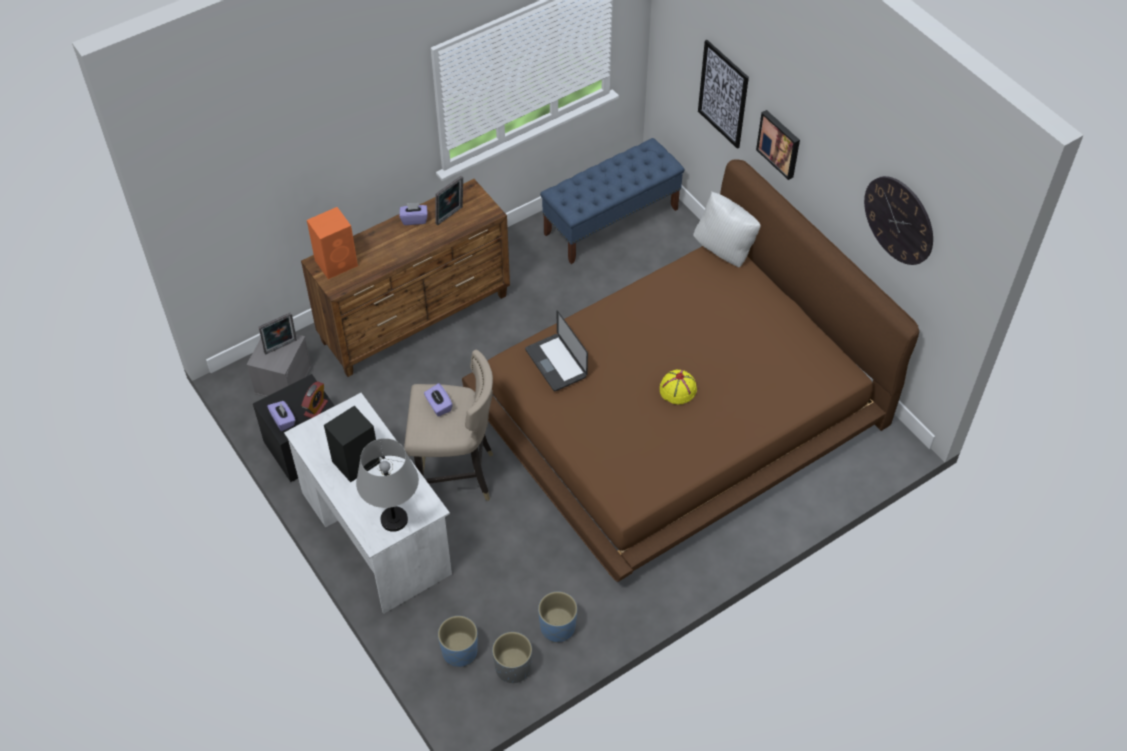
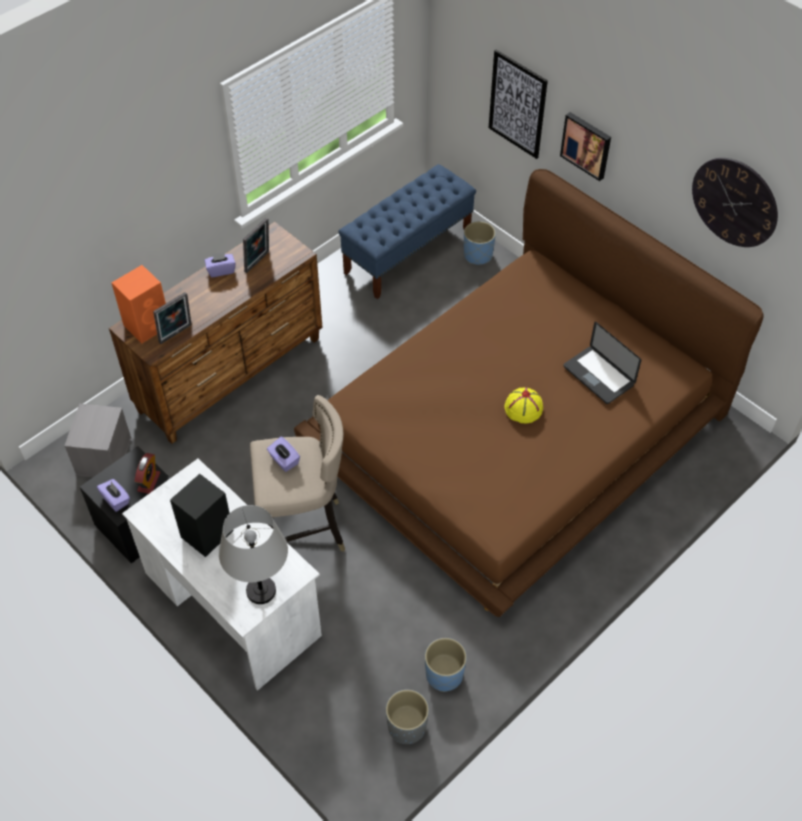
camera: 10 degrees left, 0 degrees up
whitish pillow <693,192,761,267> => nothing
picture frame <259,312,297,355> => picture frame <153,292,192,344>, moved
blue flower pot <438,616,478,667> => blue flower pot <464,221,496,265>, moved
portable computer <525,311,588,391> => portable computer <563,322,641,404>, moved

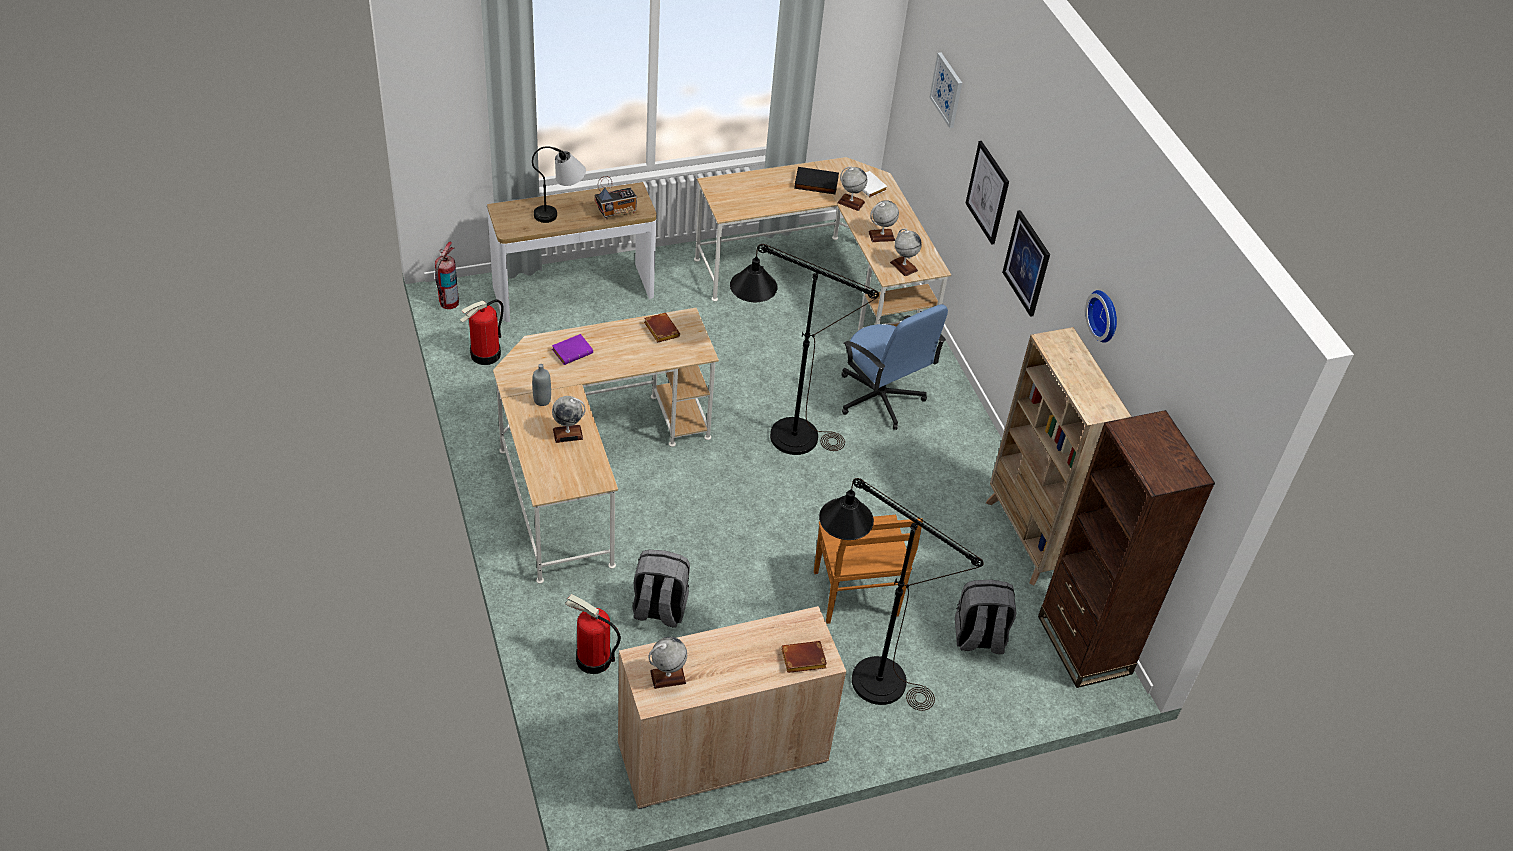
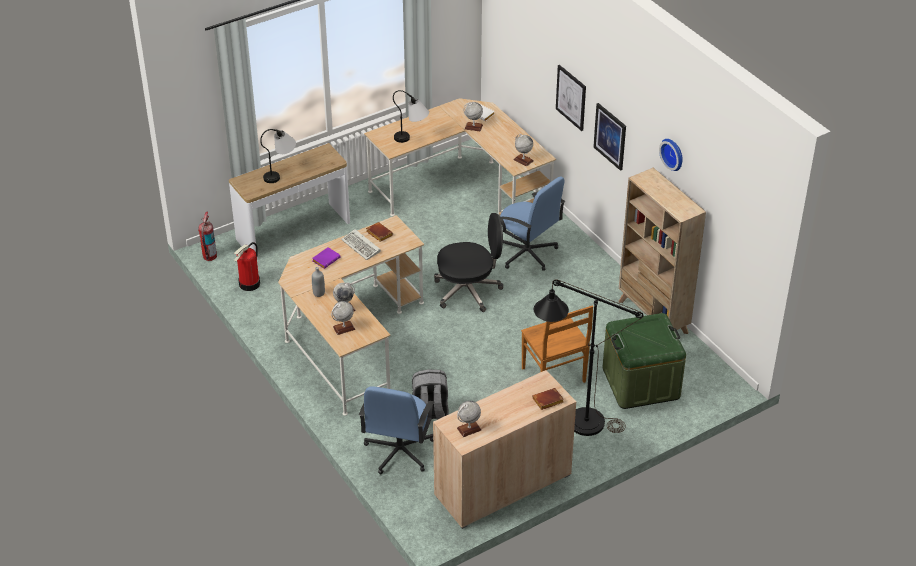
camera: 10 degrees left, 5 degrees down
radio <595,176,637,220> => nothing
black-coloured bound book <794,167,839,194> => nothing
wall picture <929,52,962,128> => nothing
brown bookshelf <1038,410,1215,688> => nothing
nothing => keyboard <341,229,381,260>
nothing => tabletop lamp <393,90,429,143>
world globe <868,200,899,242> => world globe <331,301,355,335>, moved
extinguisher <565,594,621,674> => blue desk chair <359,386,434,474>
black-coloured standing lamp <730,244,879,455> => black-coloured desk chair <434,213,503,312>
grey backpack <955,580,1017,654> => green storage container <603,313,686,409>

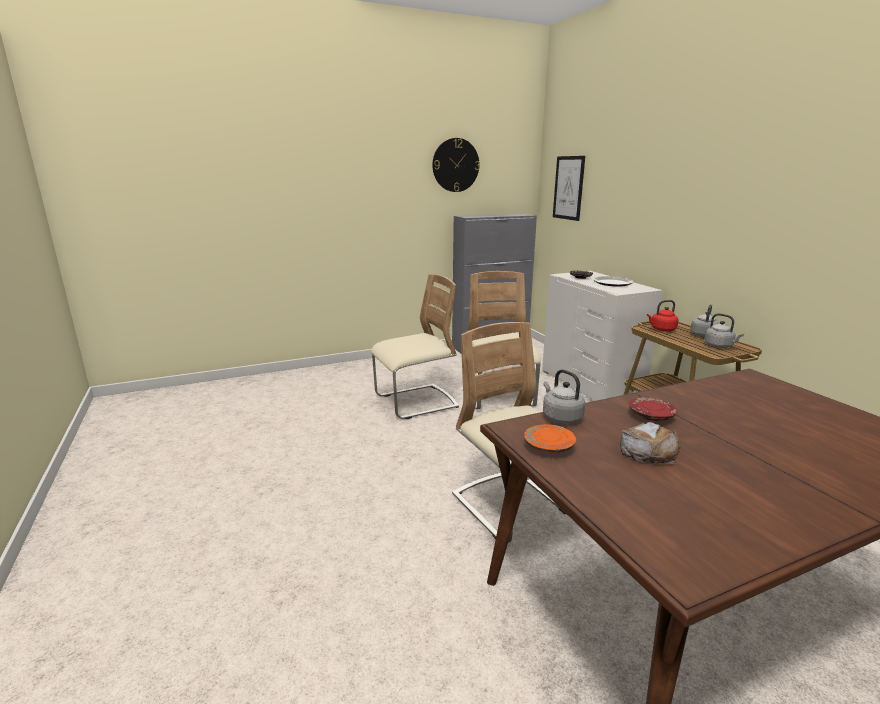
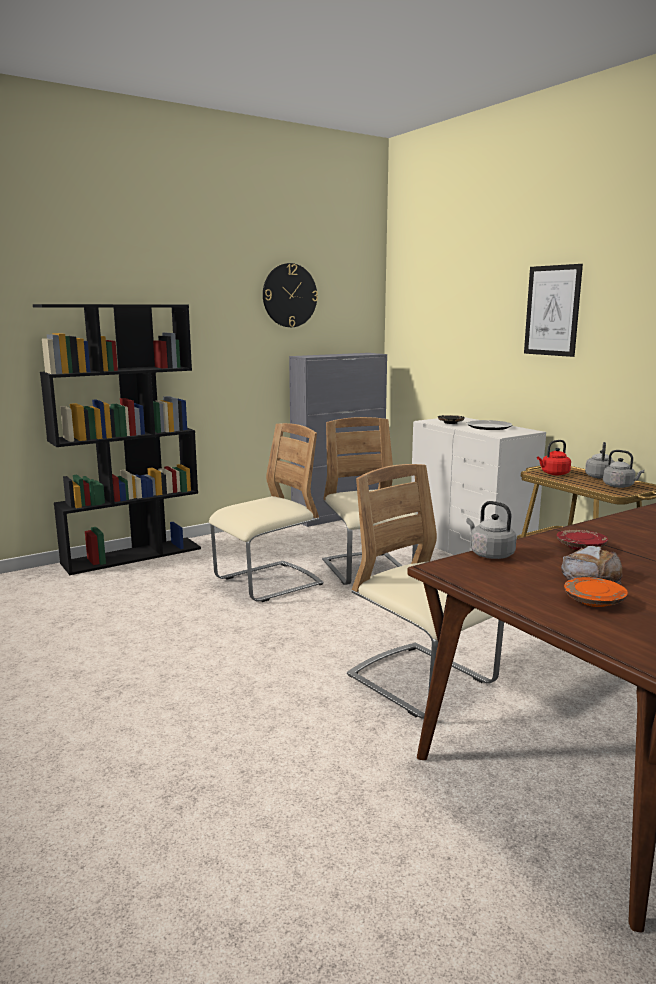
camera: 10 degrees left, 5 degrees down
nothing => black-coloured bookshelf <33,304,201,575>
orange-coloured dinner plate <524,424,576,453> => orange-coloured dinner plate <564,577,628,607>, moved
wall picture <553,156,585,221> => wall picture <524,264,583,357>, moved

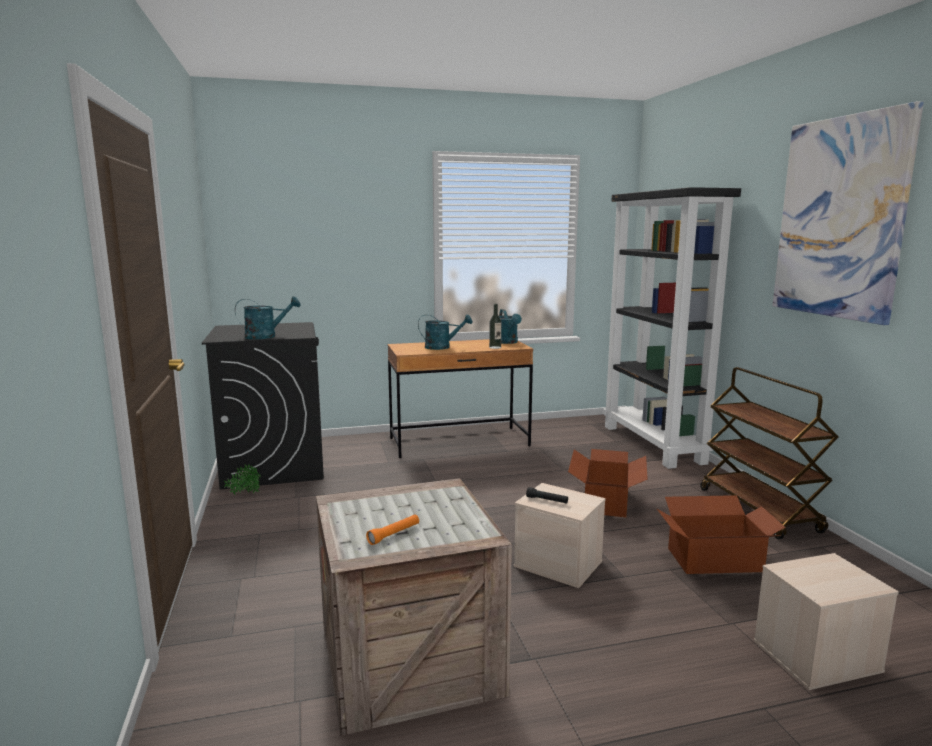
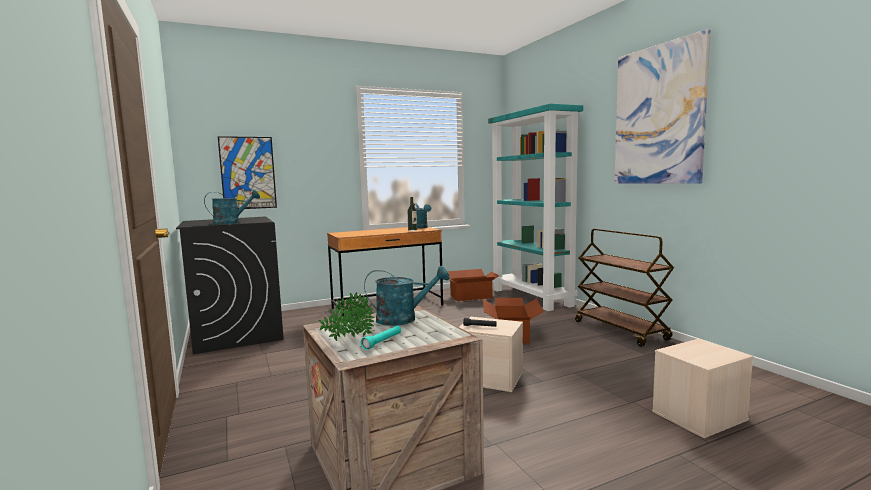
camera: 10 degrees left, 5 degrees down
nothing => wall picture <218,136,277,209>
plant in a pot <224,464,261,495> => plant in a pot <319,292,375,341>, moved
turquoise-coloured sprinkling can <418,314,473,350> => turquoise-coloured sprinkling can <364,266,449,326>, moved
carton <657,495,786,574> => carton <448,269,499,301>, moved
orange-coloured flashlight <366,514,419,545> => turquoise-coloured flashlight <361,326,401,350>
black-coloured bookshelf <603,187,741,469> => turquoise-coloured bookshelf <488,104,583,311>

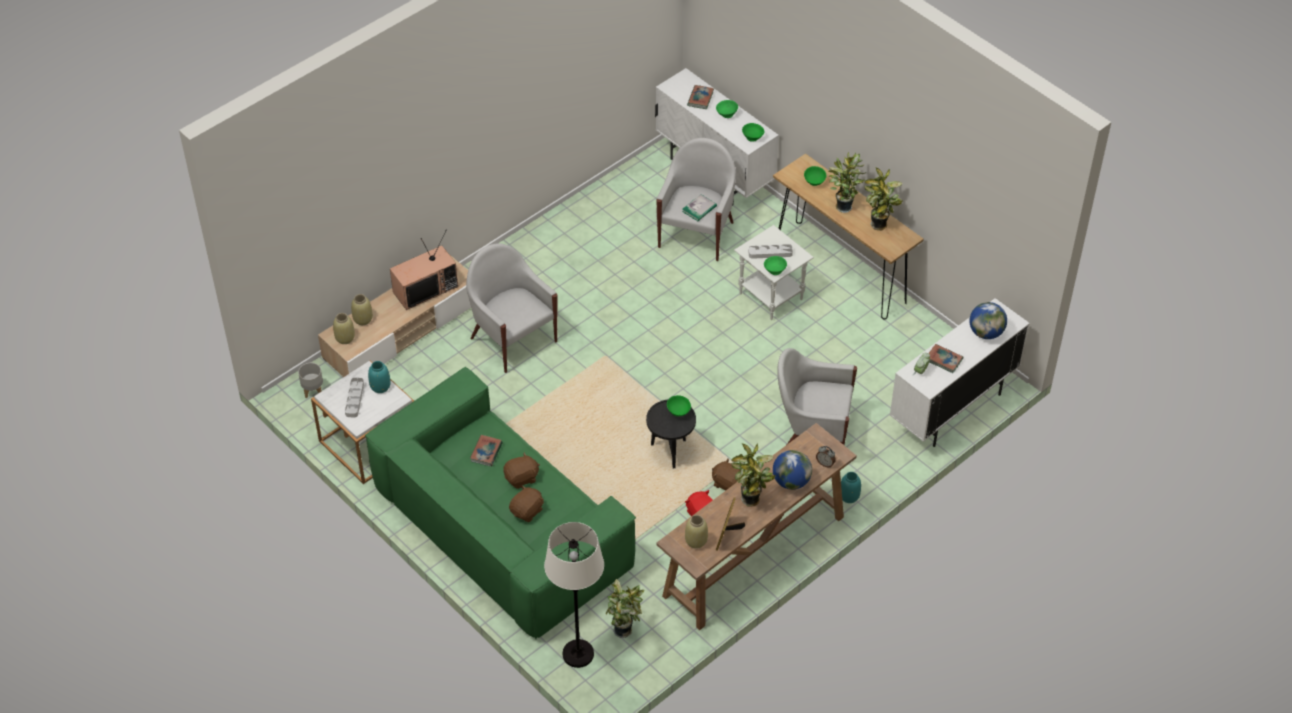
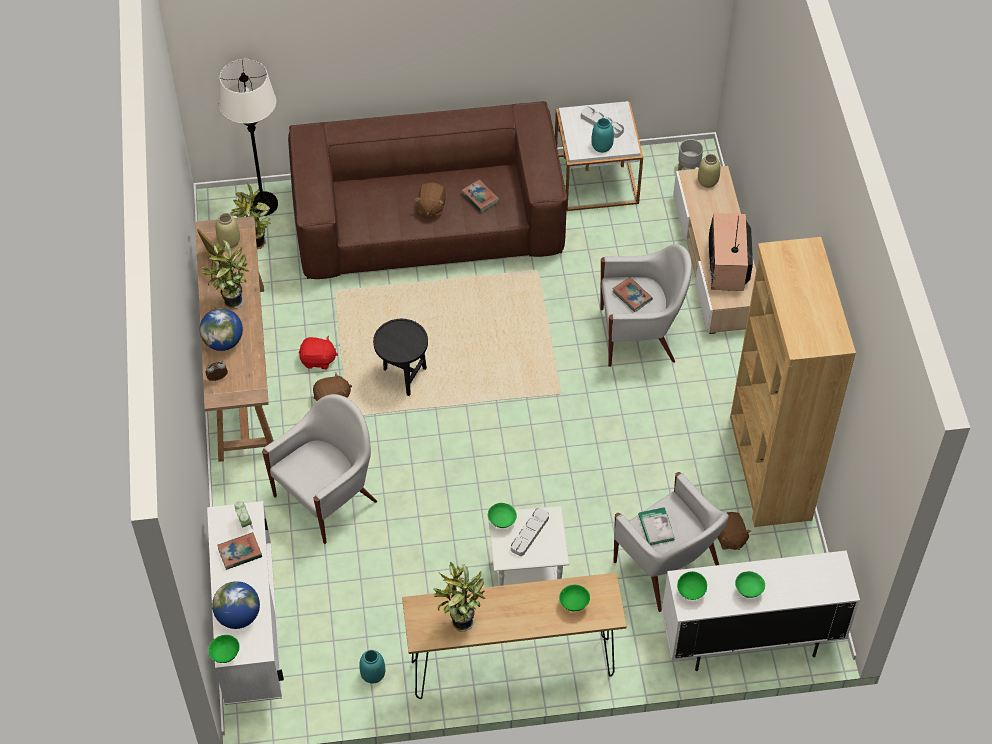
camera: 125 degrees right, 5 degrees up
beige-coloured flower vase <351,294,373,325> => nothing
plant in a pot <828,152,867,213> => nothing
nothing => brown bookshelf <730,237,856,527>
brown plush toy <509,485,544,522> => brown plush toy <717,512,751,550>, moved
green deep dish <667,395,691,416> => green deep dish <208,635,240,663>, moved
bound book <687,85,714,109> => bound book <612,277,653,312>, moved
turquoise-coloured flower vase <841,472,861,503> => turquoise-coloured flower vase <359,650,385,684>, moved
green couch <365,367,636,640> => brown couch <288,101,567,279>

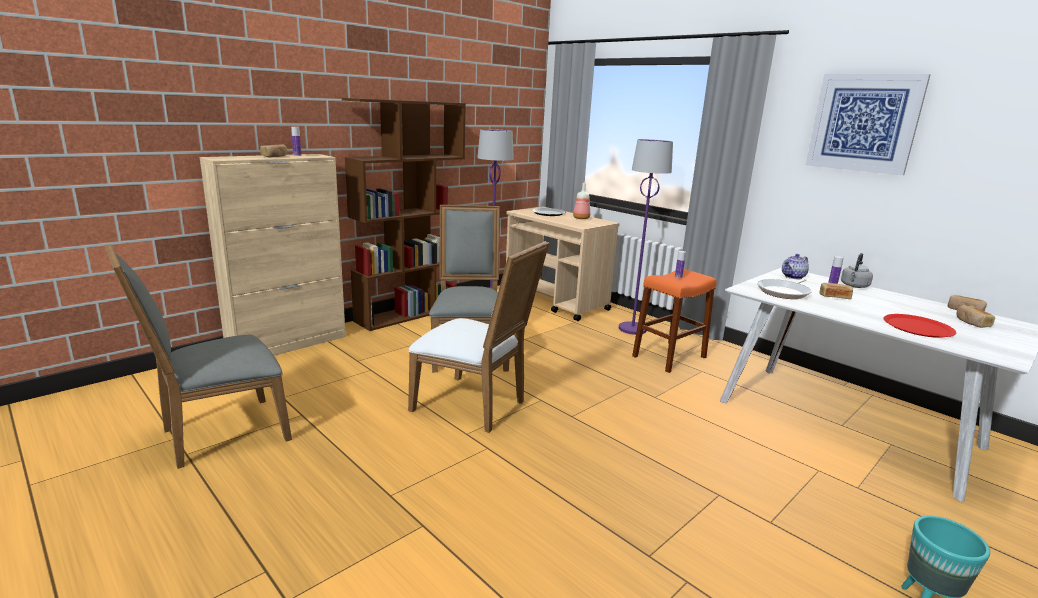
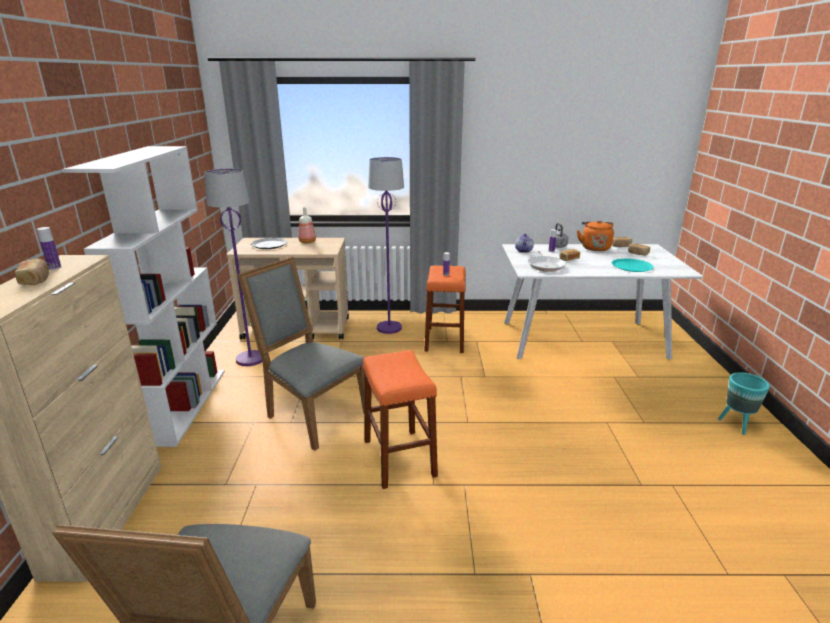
camera: 45 degrees left, 5 degrees up
wall picture <806,74,931,176> => nothing
nothing => orange-coloured tea kettle <577,221,614,251>
whitish upright chair <408,241,549,433> => orange-coloured stool <363,350,438,489>
brown bookshelf <342,98,466,331> => whitish bookshelf <62,146,225,447>
reddish dinner plate <883,314,956,338> => turquoise-coloured dinner plate <612,258,654,272>

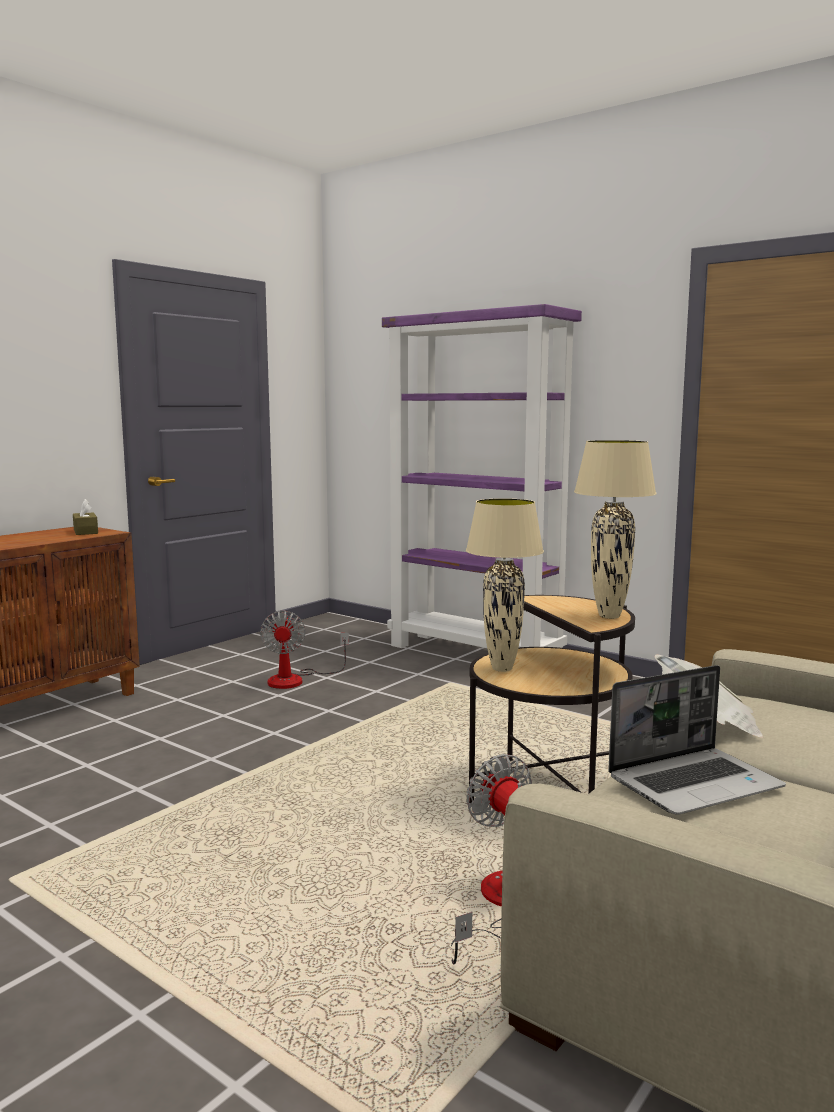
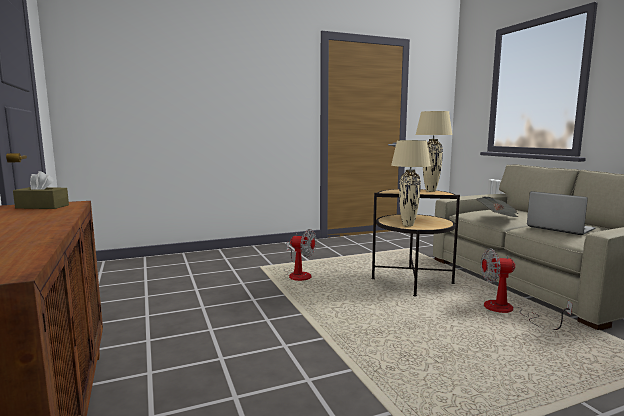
camera: 60 degrees left, 0 degrees up
purplish bookshelf <382,304,582,648> => nothing
fan <260,611,349,689> => fan <285,229,317,281>, moved
portable computer <608,665,786,815> => portable computer <527,191,595,235>, 45 degrees counterclockwise

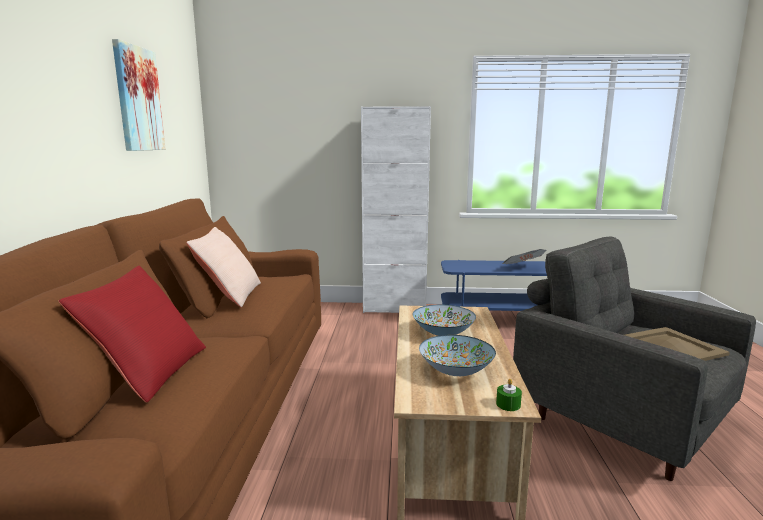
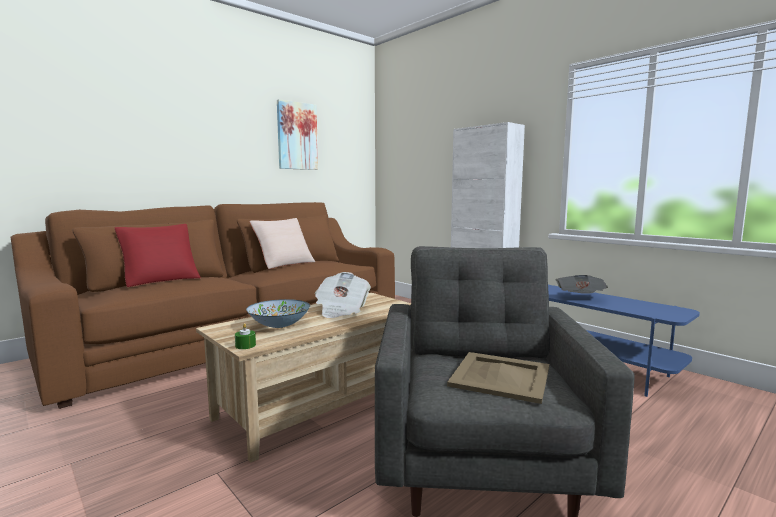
camera: 45 degrees right, 5 degrees down
deep dish <412,305,476,336> => daily paper <315,272,371,318>

